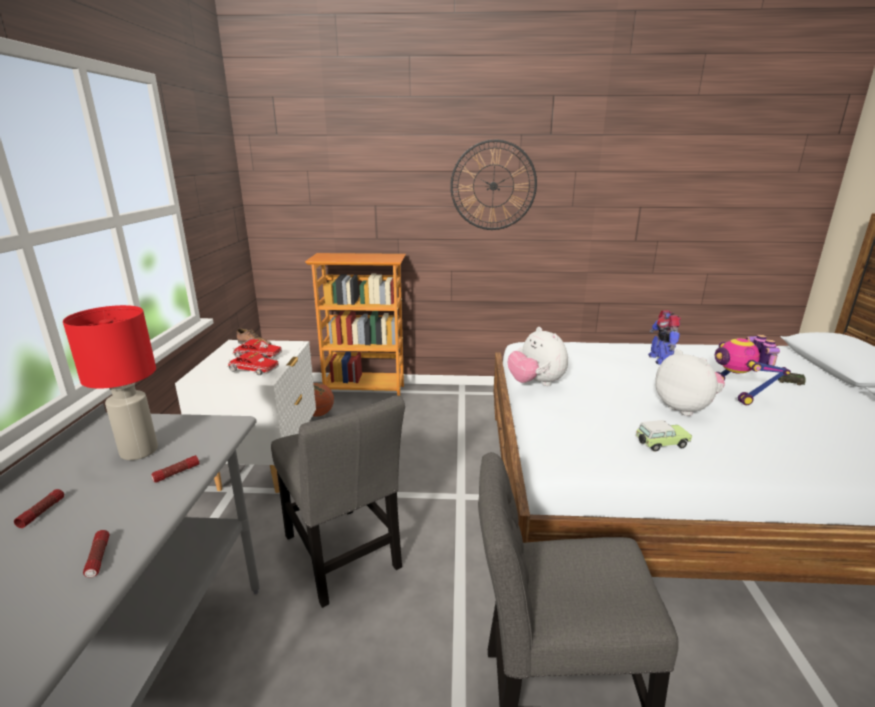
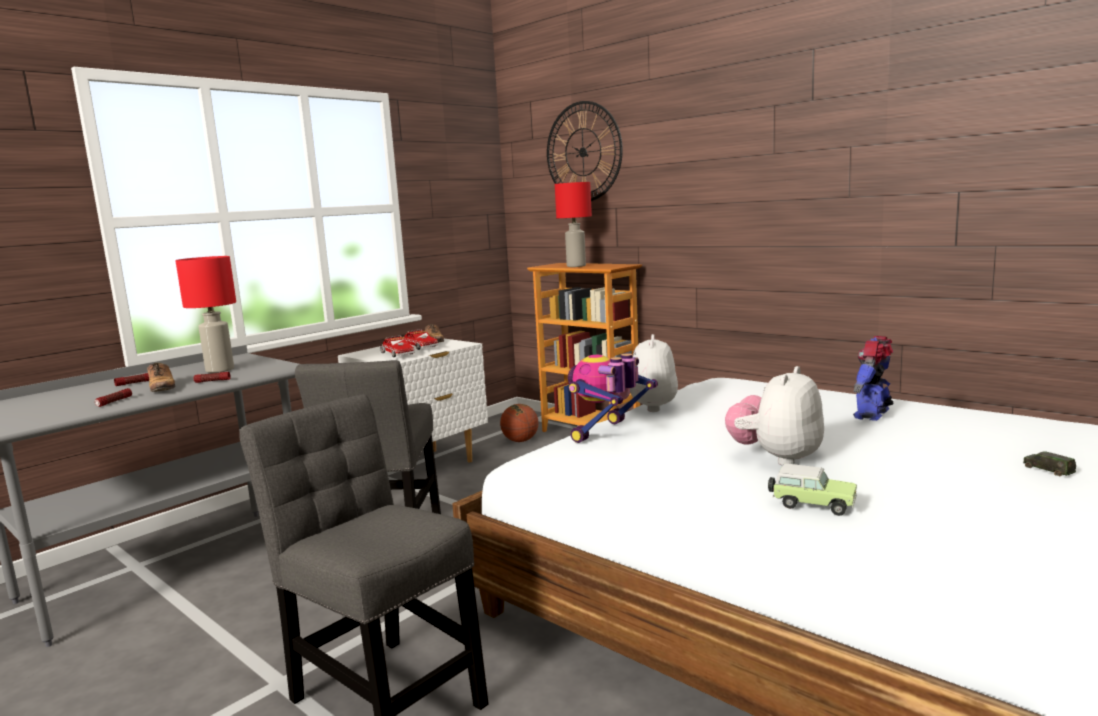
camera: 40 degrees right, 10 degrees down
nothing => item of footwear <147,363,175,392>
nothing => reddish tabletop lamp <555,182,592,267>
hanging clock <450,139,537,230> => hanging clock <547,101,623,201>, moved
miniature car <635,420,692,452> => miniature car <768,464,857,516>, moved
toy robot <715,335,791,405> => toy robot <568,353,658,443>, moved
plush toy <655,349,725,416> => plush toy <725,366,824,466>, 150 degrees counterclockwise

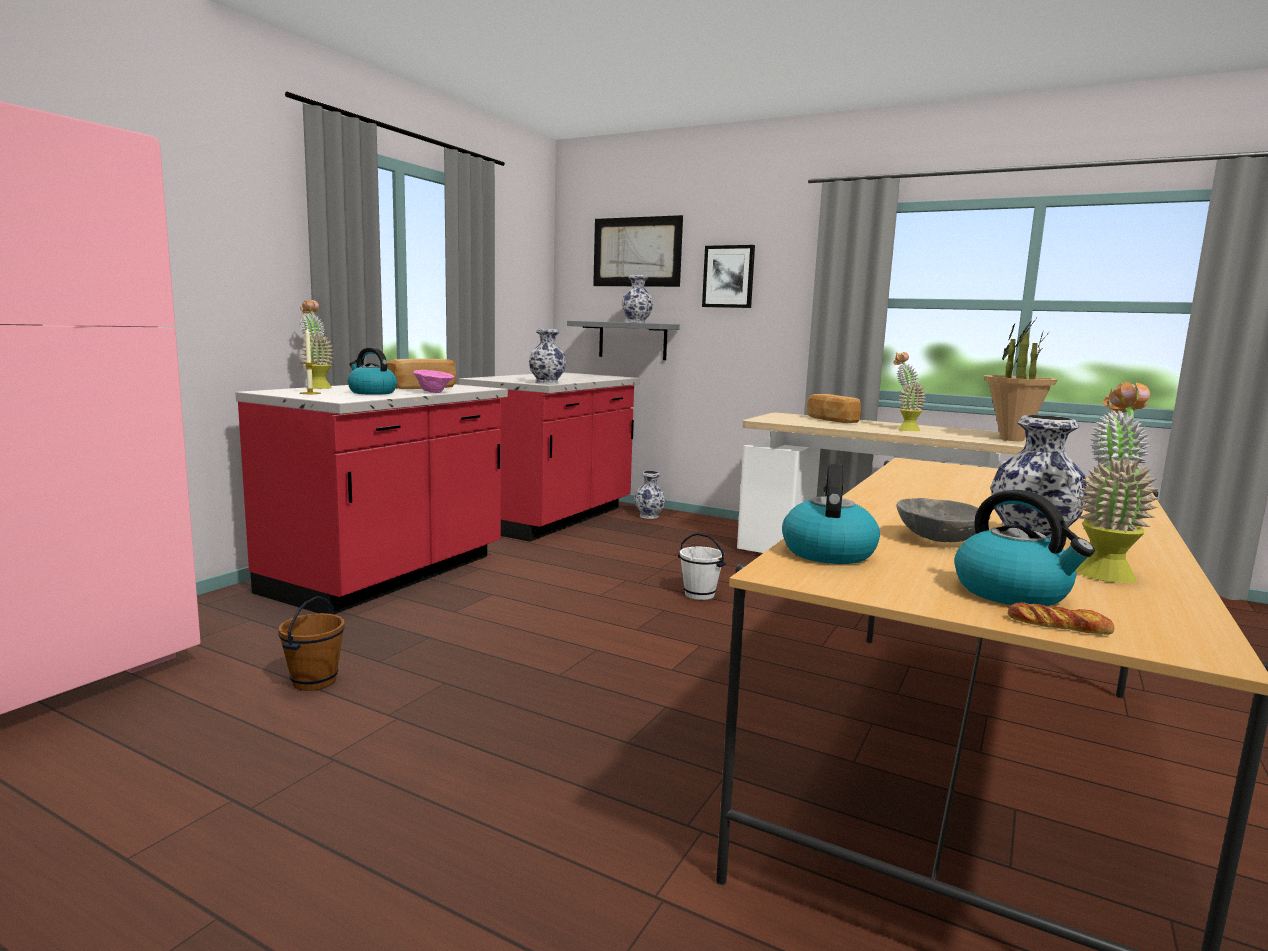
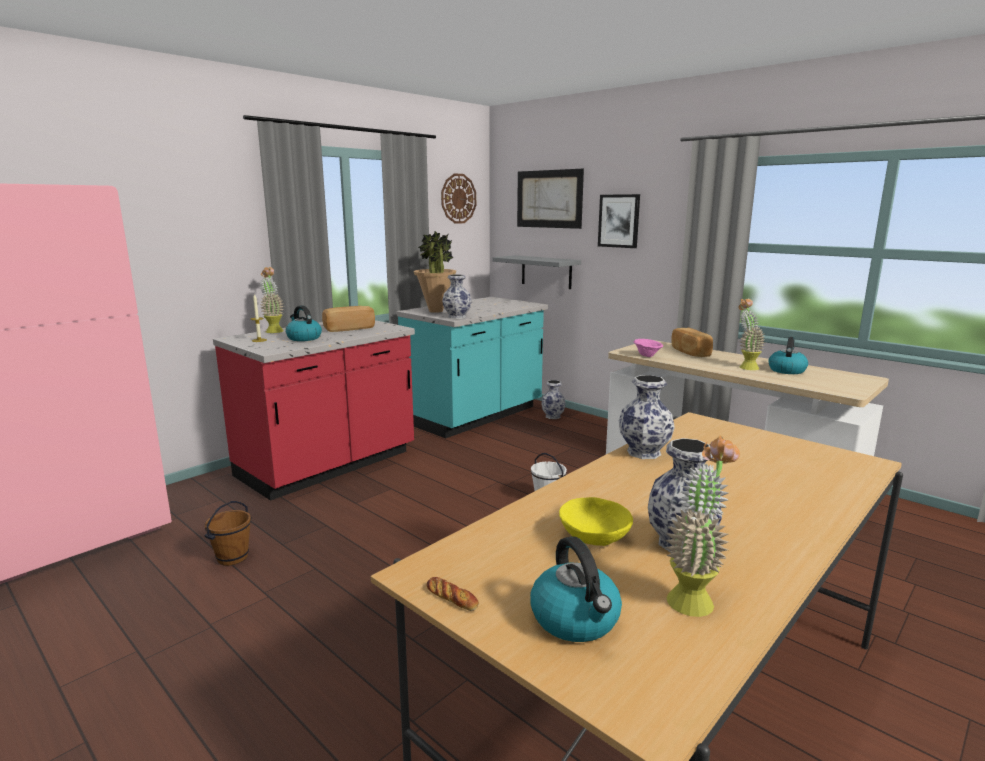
camera: 15 degrees right, 5 degrees up
nothing => hanging clock <441,173,476,224>
pink-coloured deep dish <413,370,454,393> => pink-coloured deep dish <634,339,663,357>, moved
flower vase <621,275,653,323> => flower vase <619,375,675,459>, moved
tea kettle <782,464,880,564> => tea kettle <768,337,808,374>, moved
plant in a pot <984,319,1058,441> => plant in a pot <413,231,456,313>, moved
baked bread <1008,602,1115,635> => baked bread <426,577,479,611>, moved
reddish kitchen counter <459,372,640,542> => turquoise-coloured kitchen counter <397,297,548,439>
grey deep dish <897,498,990,542> => yellowish deep dish <559,497,633,546>

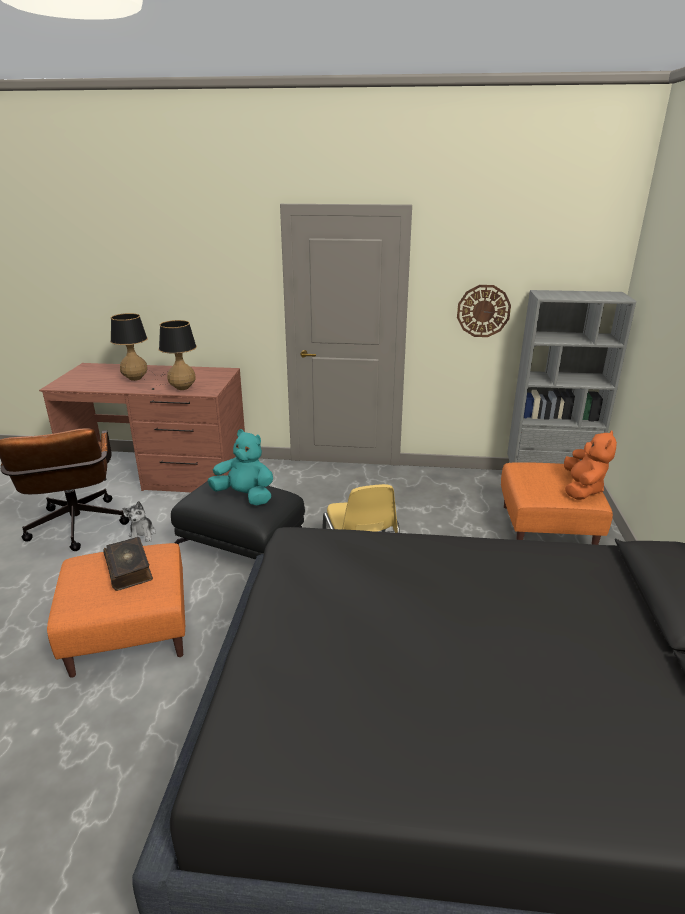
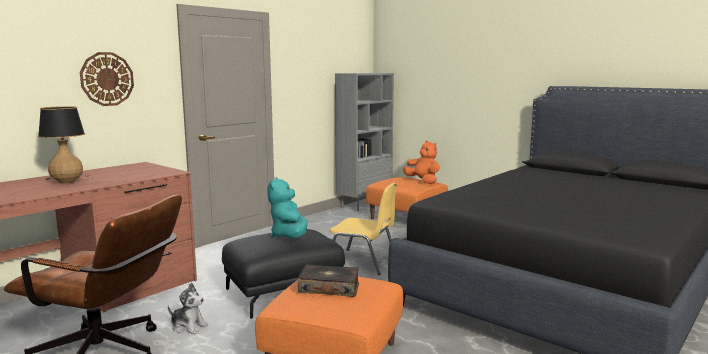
camera: 55 degrees left, 15 degrees down
tabletop lamp <151,320,197,390> => nothing
hanging clock <457,285,511,337> => hanging clock <80,52,134,106>, moved
turquoise-coloured plush toy <207,429,273,505> => turquoise-coloured plush toy <267,177,308,238>, 60 degrees counterclockwise

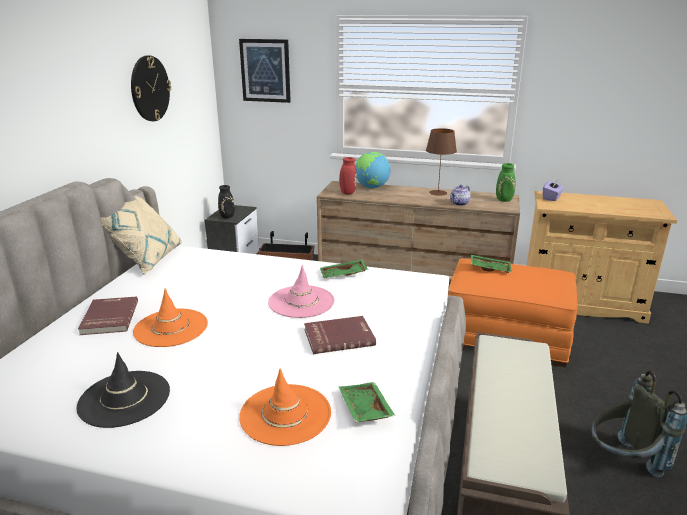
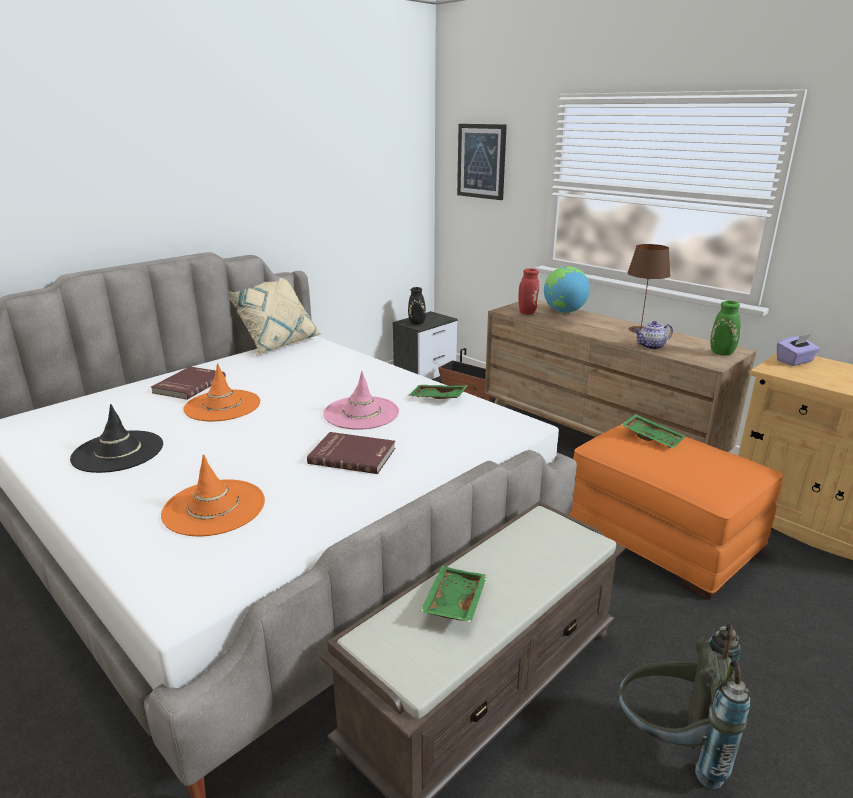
camera: 30 degrees right, 0 degrees up
hanging clock <131,55,171,121> => nothing
green tray <339,382,395,422> => green tray <420,566,487,622>, moved

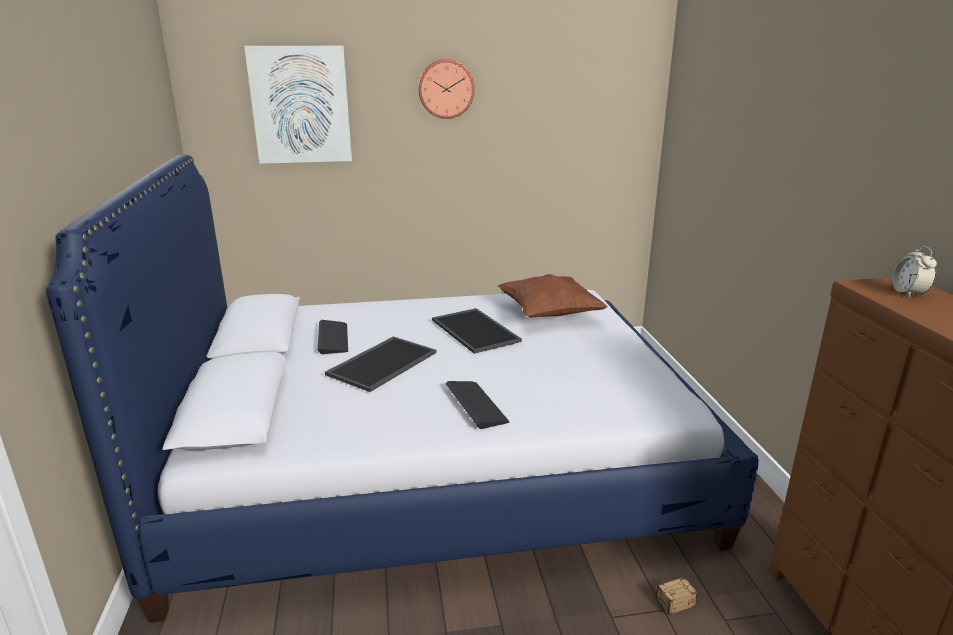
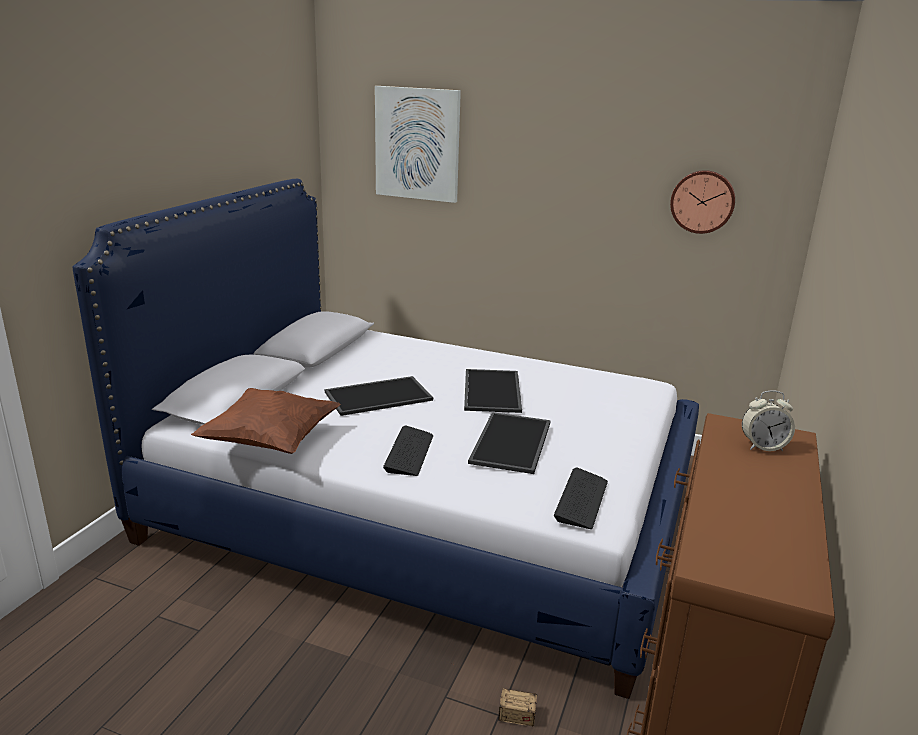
camera: 30 degrees right, 0 degrees up
nothing => tray <468,412,551,474>
keyboard <318,320,348,354> => keyboard <554,467,608,529>, moved
hanging clock <418,59,475,119> => hanging clock <670,170,735,234>, moved
brown pillow <498,274,608,317> => brown pillow <191,388,340,454>, moved
alarm clock <892,246,937,298> => alarm clock <742,390,795,451>, 120 degrees counterclockwise

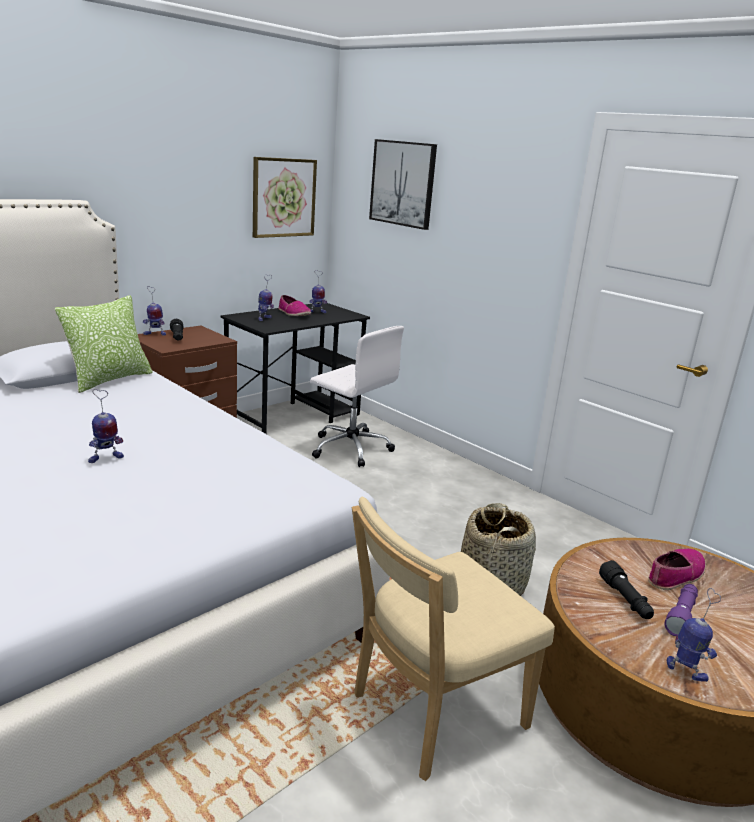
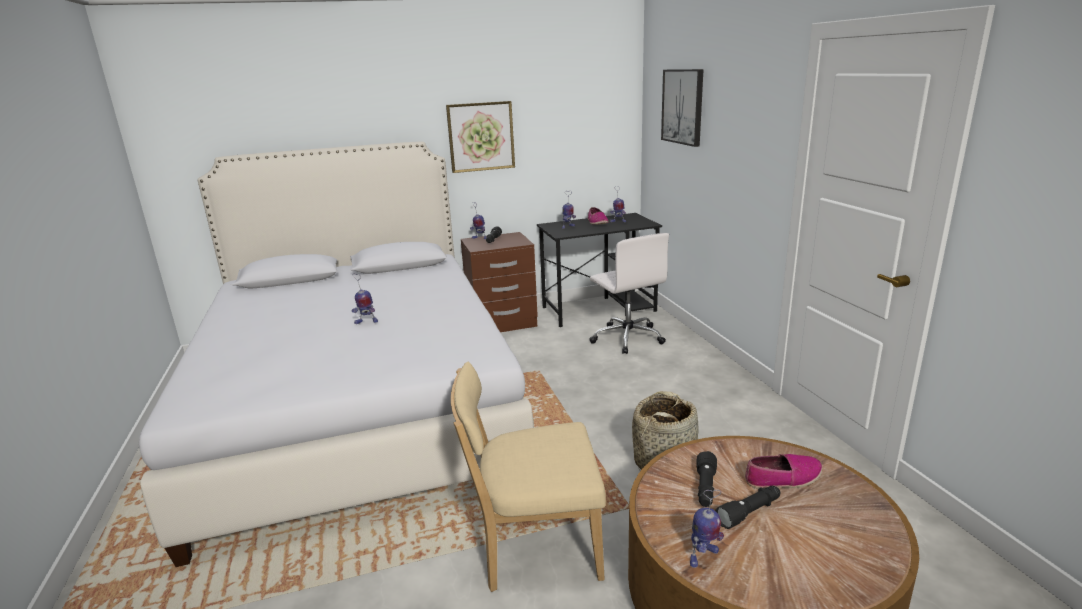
camera: 30 degrees right, 0 degrees up
pillow <55,295,153,393> => nothing
wall picture <253,157,317,238> => wall picture <446,101,515,173>, moved
purplish flashlight <664,584,698,636> => black-coloured flashlight <715,486,780,529>
toy robot <667,588,721,682> => toy robot <690,490,724,568>, 75 degrees clockwise

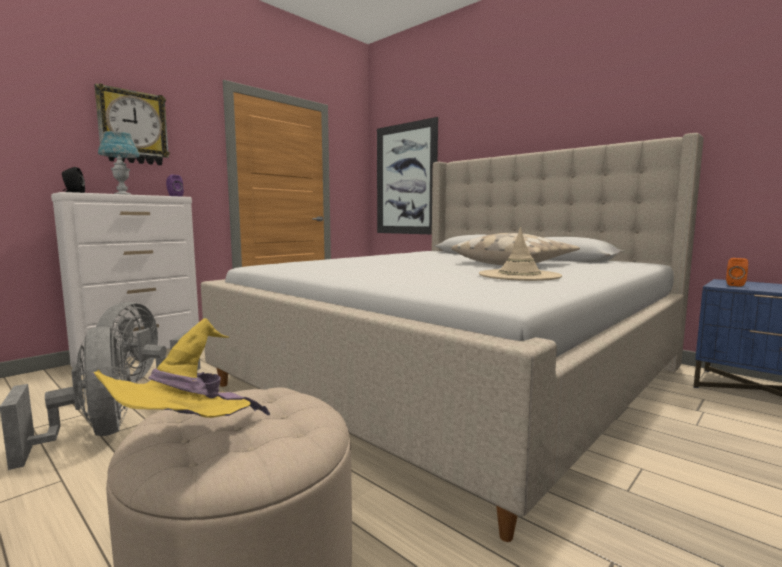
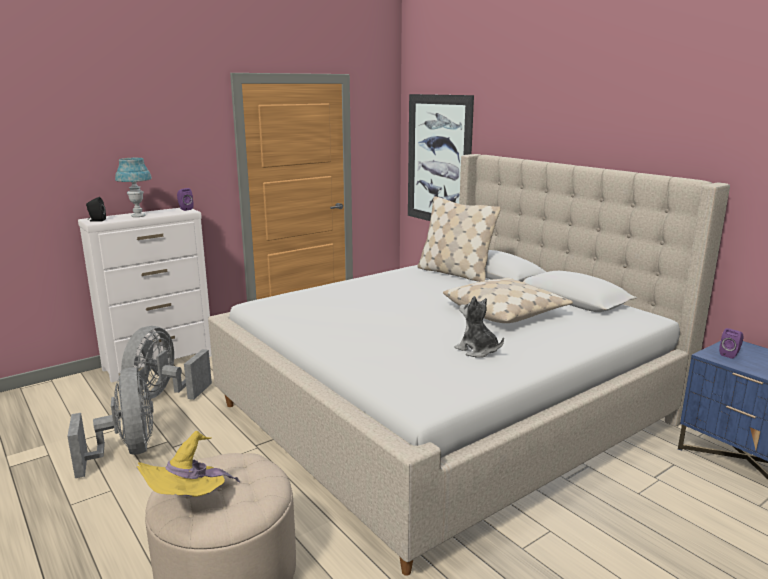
camera: 10 degrees right, 10 degrees up
hanging clock <94,83,170,165> => nothing
nothing => beige-coloured pillow <417,196,501,282>
beige-coloured clothing hat <479,227,562,281> => plush toy <455,296,504,358>
orange-coloured audio speaker <726,258,748,287> => purplish audio speaker <719,328,744,359>

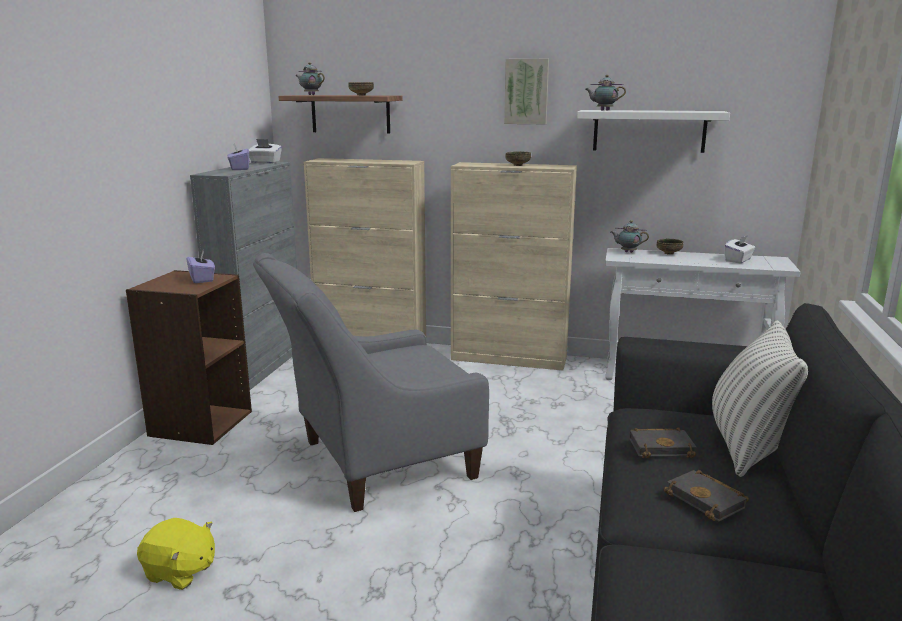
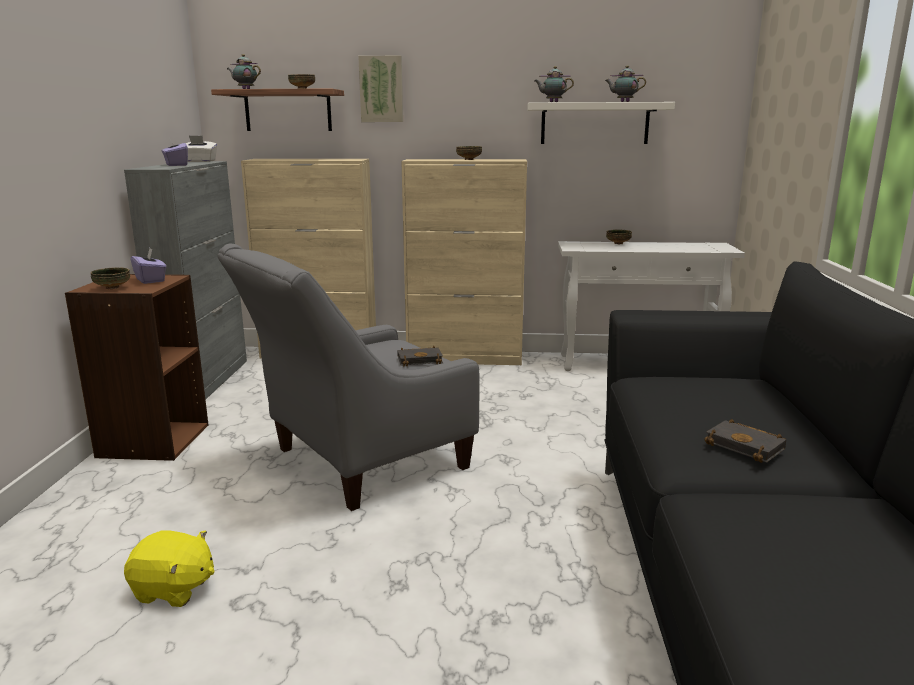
camera: 10 degrees left, 0 degrees up
pillow <712,320,808,477> => nothing
whitish tissue box <724,235,755,264> => nothing
nothing => deep dish <91,267,130,289>
wall picture <504,59,549,124> => wall picture <358,55,403,122>, moved
tea pot <611,220,649,253> => tea pot <605,66,646,102>, moved
black-coloured bound book <629,427,697,458> => black-coloured bound book <397,346,443,366>, moved

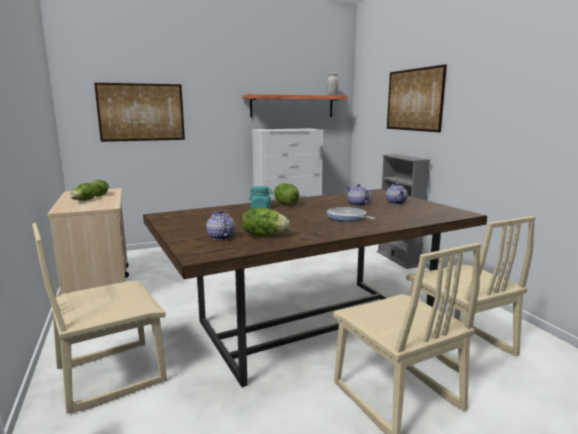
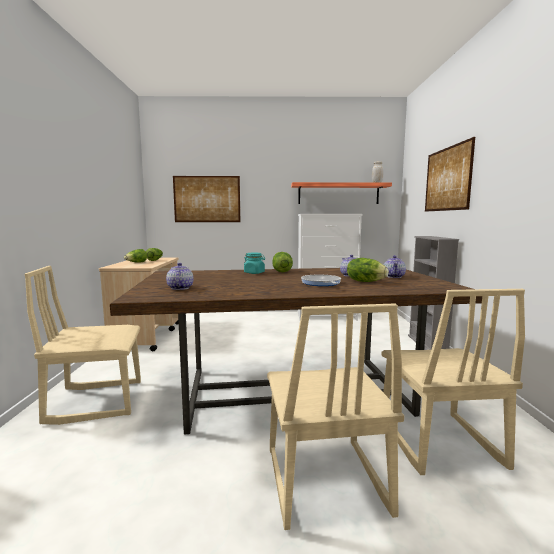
camera: 20 degrees right, 5 degrees down
lettuce <242,208,290,236> => lettuce <347,258,389,282>, moved

